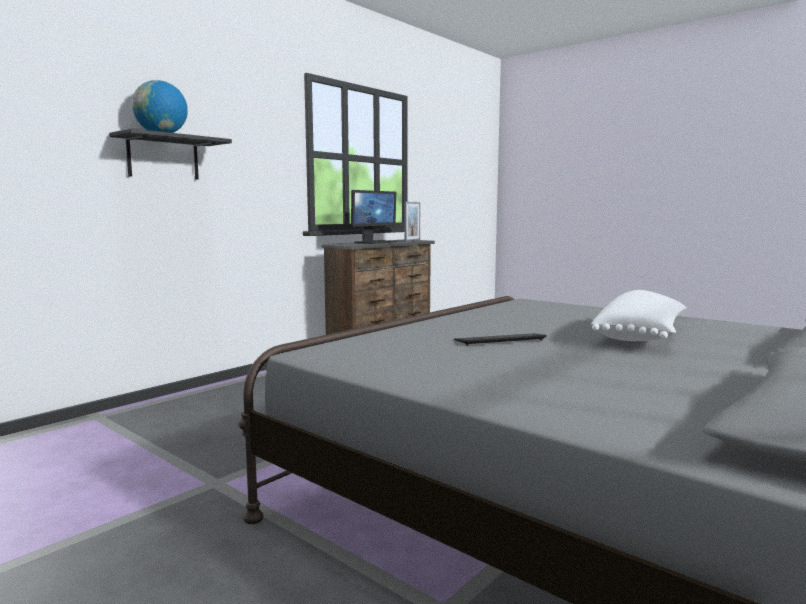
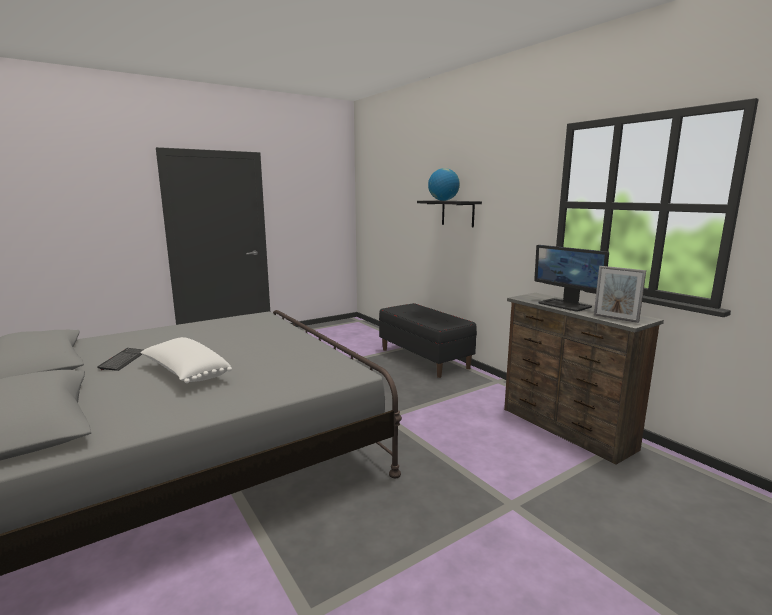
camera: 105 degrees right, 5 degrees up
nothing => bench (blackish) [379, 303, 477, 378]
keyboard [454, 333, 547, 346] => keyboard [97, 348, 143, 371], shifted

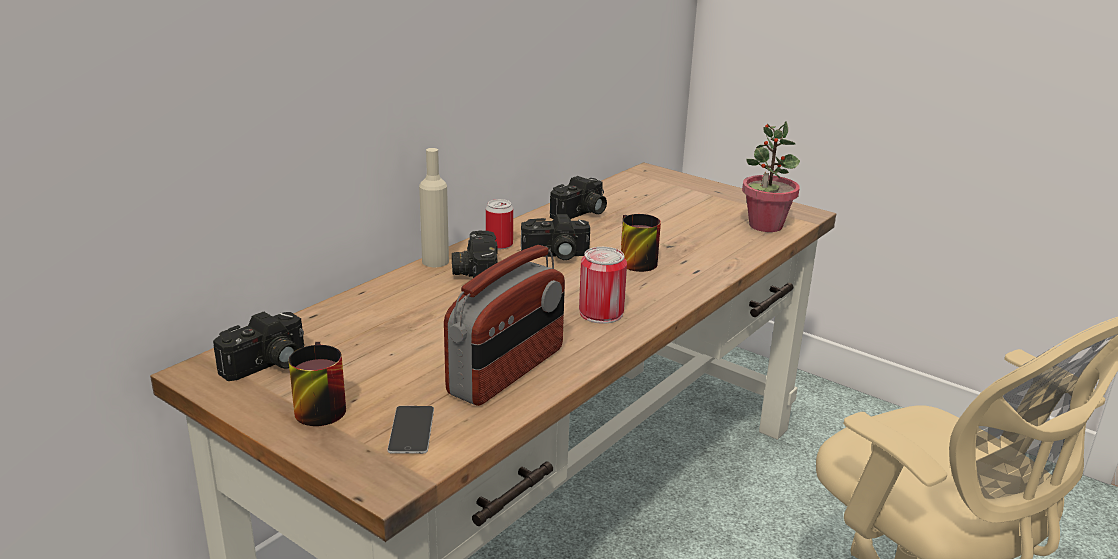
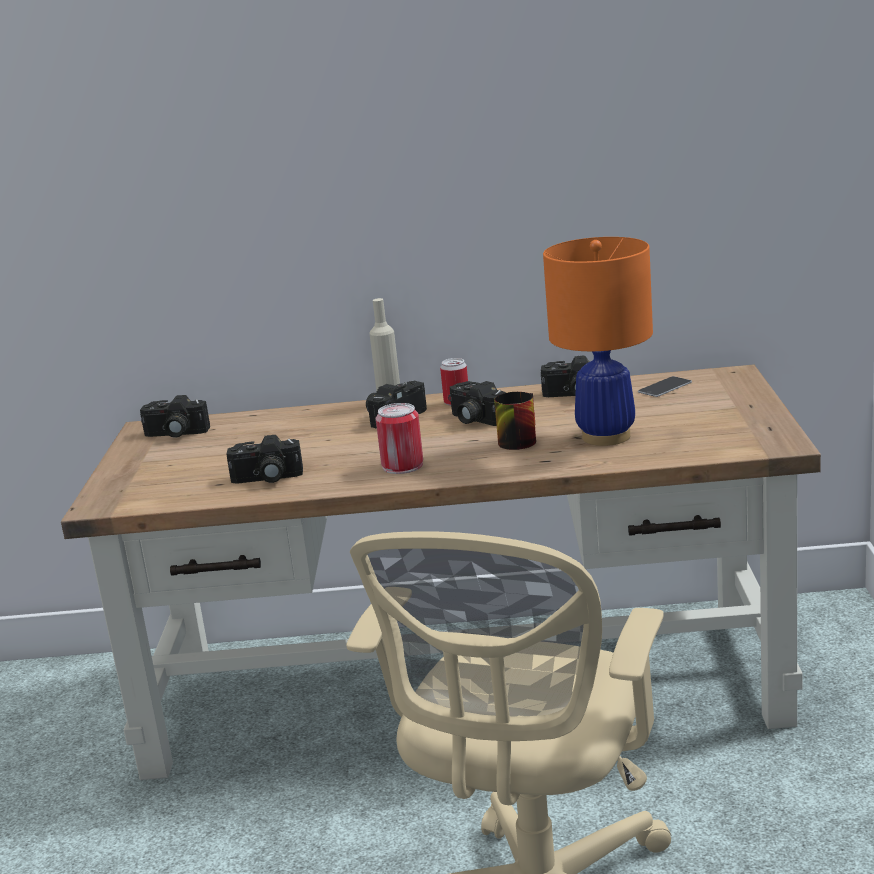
camera: 55 degrees right, 5 degrees down
mug [288, 342, 346, 426] => nothing
plant in a pot [742, 121, 800, 232] => nothing
nothing => lamp for a table (orange-coloured) [543, 237, 653, 446]
telephone [387, 406, 434, 454] => telephone [638, 376, 692, 397], shifted
radio receiver [444, 245, 565, 406] => photo camera [227, 435, 303, 484]

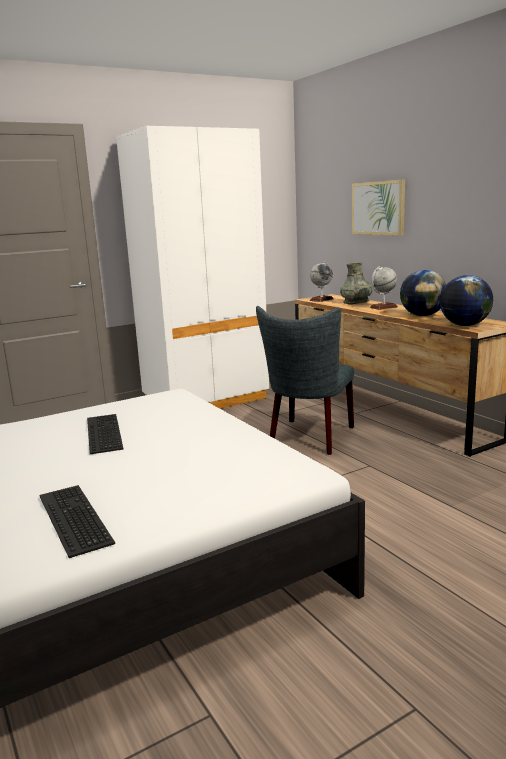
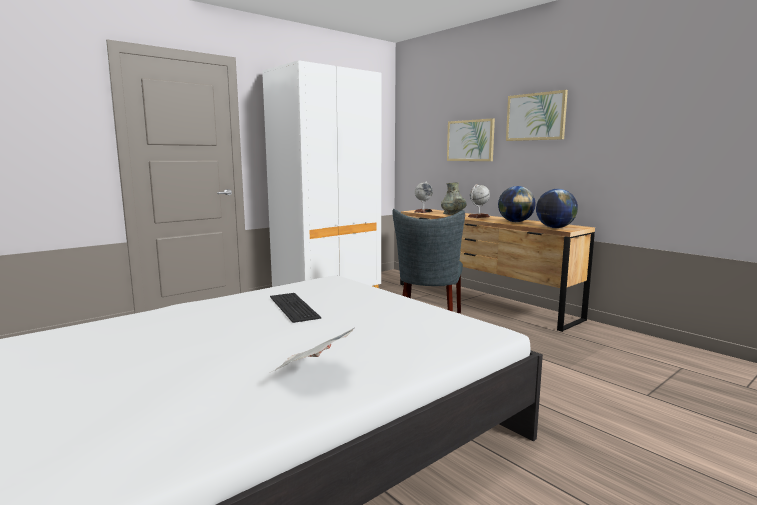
camera: 10 degrees left, 5 degrees down
nothing => wall picture [506, 90, 568, 141]
keyboard [39, 485, 115, 558] => newspaper [274, 328, 354, 371]

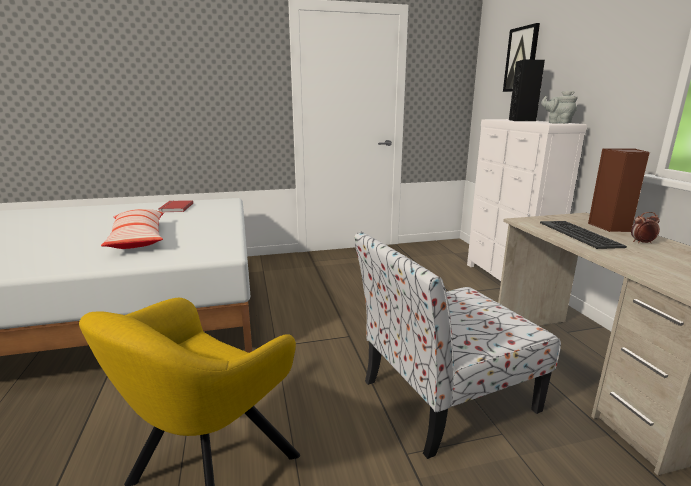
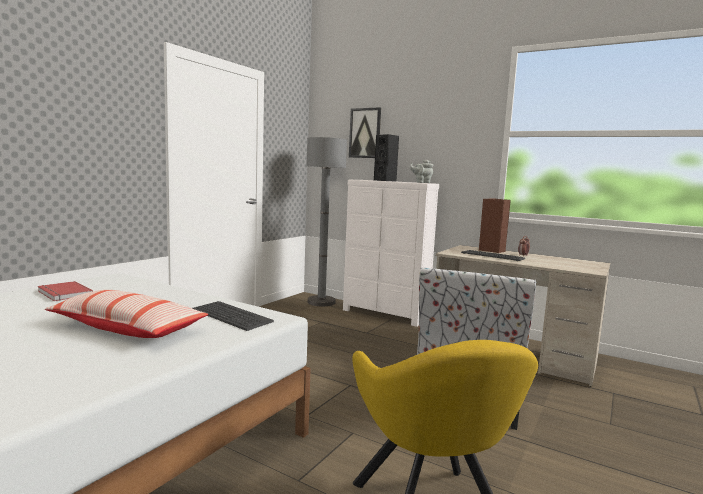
camera: 45 degrees left, 10 degrees down
nothing => keyboard [192, 301, 274, 331]
nothing => standing lamp (grey) [306, 137, 347, 306]

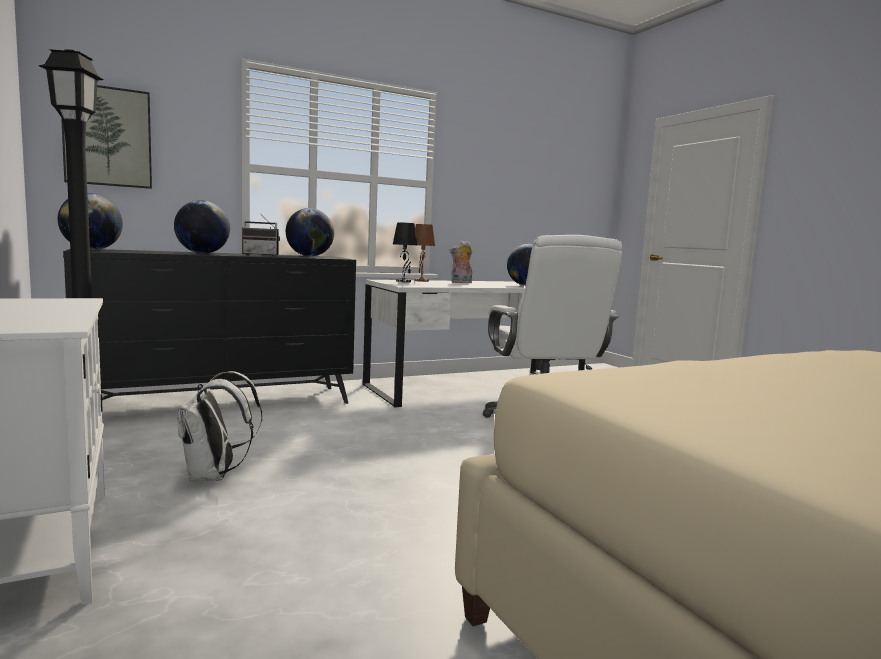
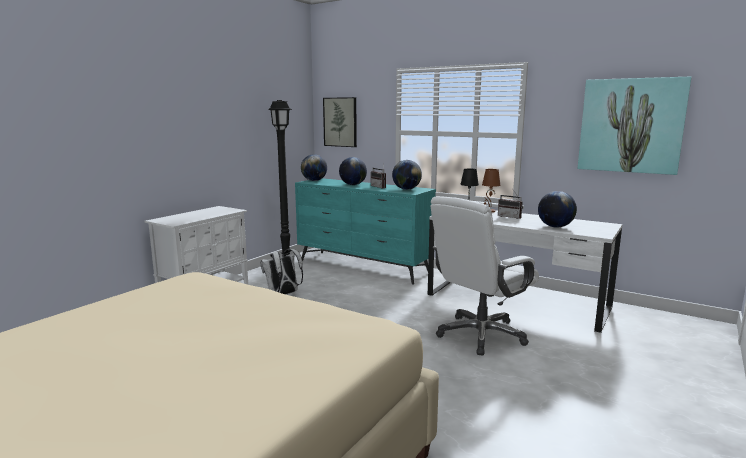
camera: 60 degrees right, 5 degrees up
nothing => wall picture [578, 77, 691, 175]
soft toy [449, 241, 472, 283] => radio receiver [498, 190, 523, 219]
dresser (blackish) [63, 249, 356, 404] => dresser (turquoise) [295, 178, 436, 285]

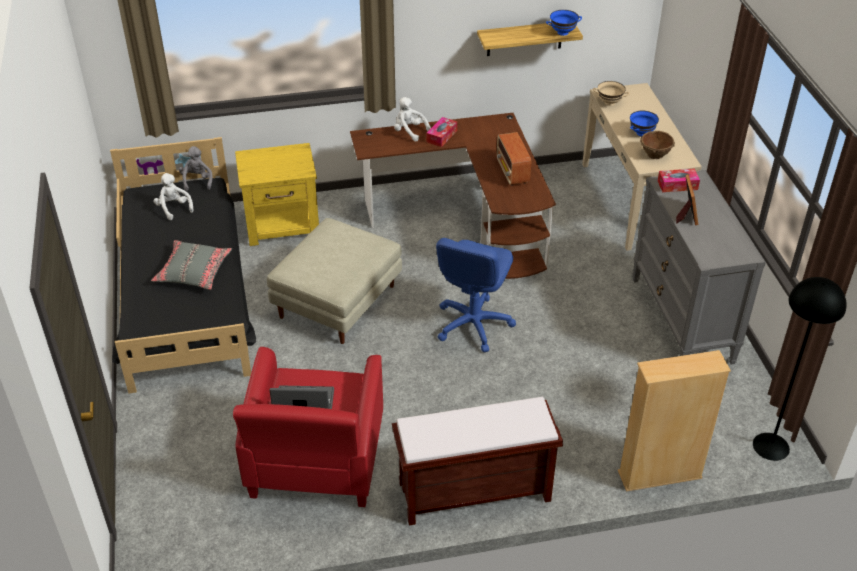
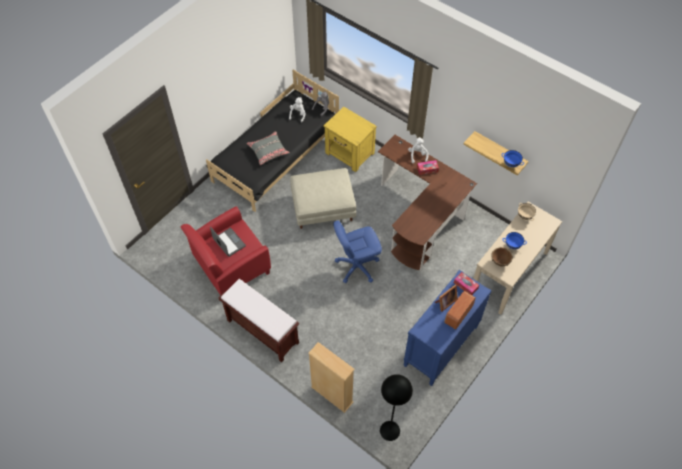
camera: 50 degrees right, 15 degrees up
radio receiver [497, 132, 531, 185] => radio receiver [444, 291, 476, 330], shifted
dresser (grey) [632, 170, 766, 365] => dresser (blue) [403, 270, 492, 386]

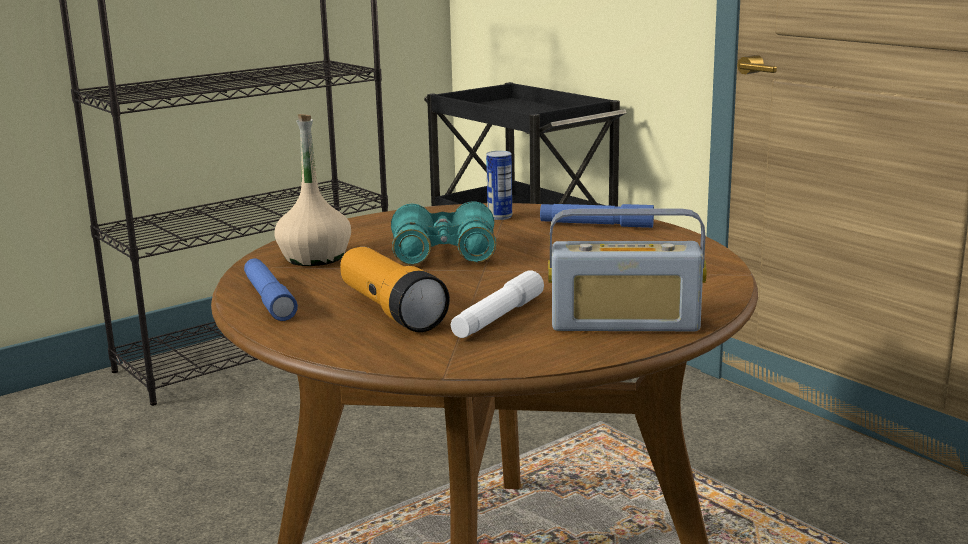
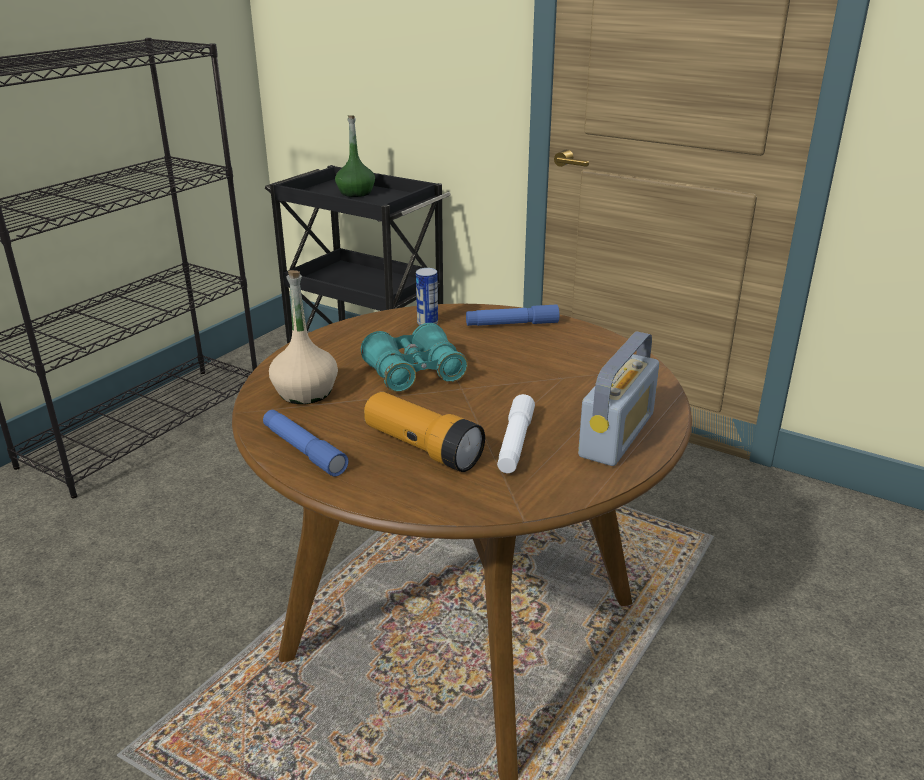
camera: 20 degrees left, 10 degrees up
nothing => bottle (green) [335, 115, 375, 197]
radio receiver [548, 208, 706, 331] => radio receiver [578, 331, 659, 466], 45 degrees counterclockwise

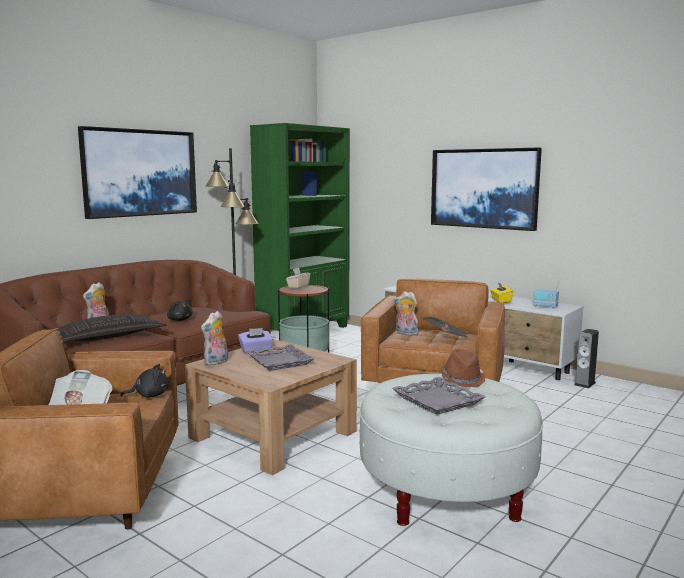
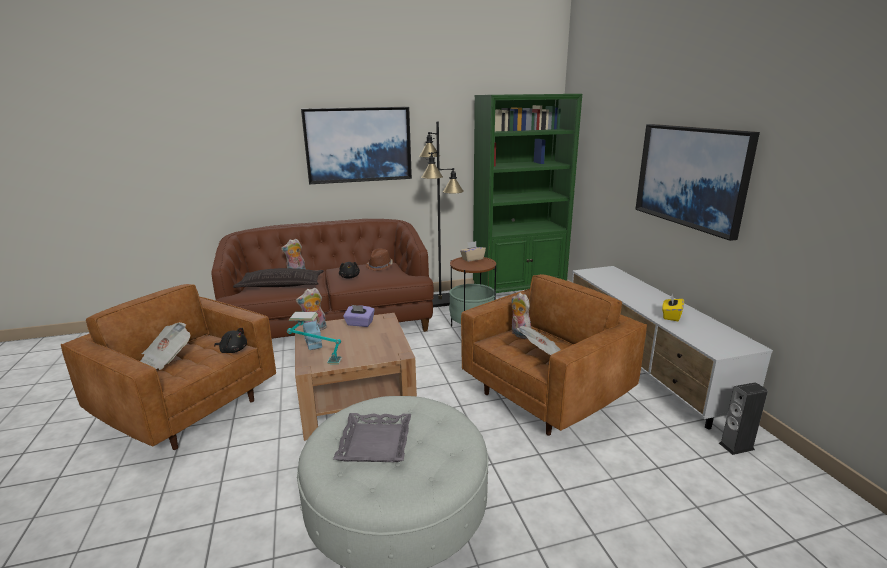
camera: 35 degrees right, 10 degrees up
tray (grey) [246, 344, 315, 371] => nothing
nothing => lamp for a table [287, 312, 342, 364]
clothing hat (brown) [441, 349, 485, 387] => clothing hat (brown) [366, 249, 393, 271], shifted
radio receiver [533, 281, 559, 308] => radio receiver [303, 320, 322, 350], shifted

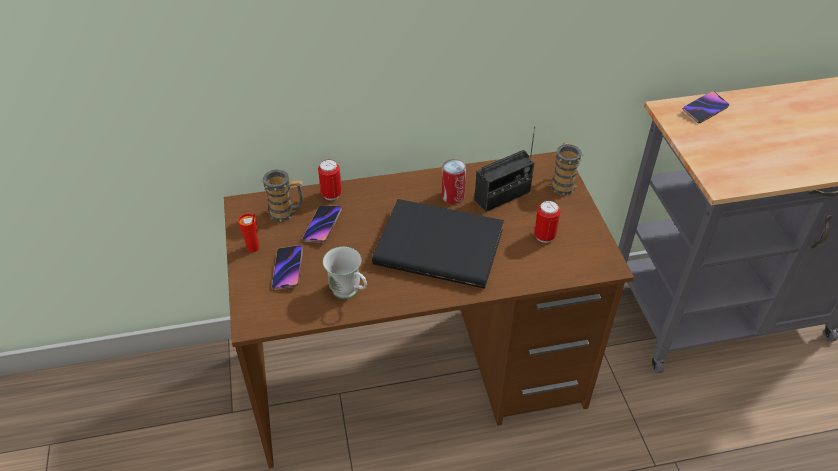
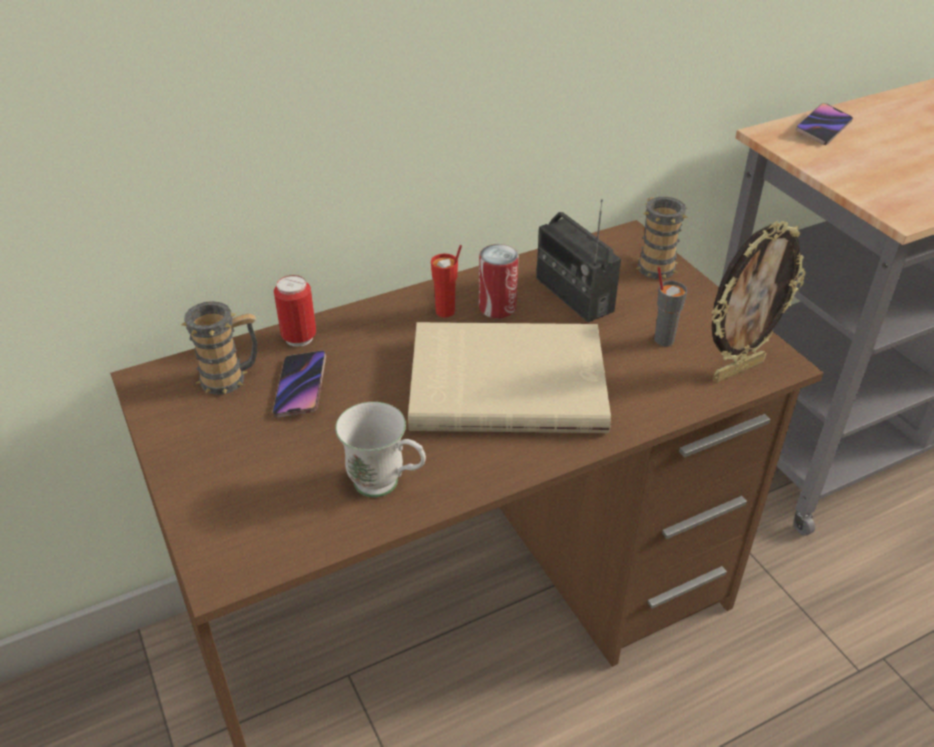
camera: 15 degrees left, 5 degrees down
telephone [272, 245, 303, 290] => nothing
nothing => picture frame [711, 221, 806, 382]
drinking cup (reddish) [238, 213, 259, 252] => drinking cup (reddish) [431, 245, 462, 318], shifted
sealed can [534, 200, 560, 243] => drinking cup (grey) [654, 267, 688, 346]
book (blackish) [372, 199, 504, 289] => book (sand-coloured) [408, 322, 611, 433]
radio receiver [474, 126, 535, 212] => radio receiver [536, 199, 621, 322], 105 degrees clockwise

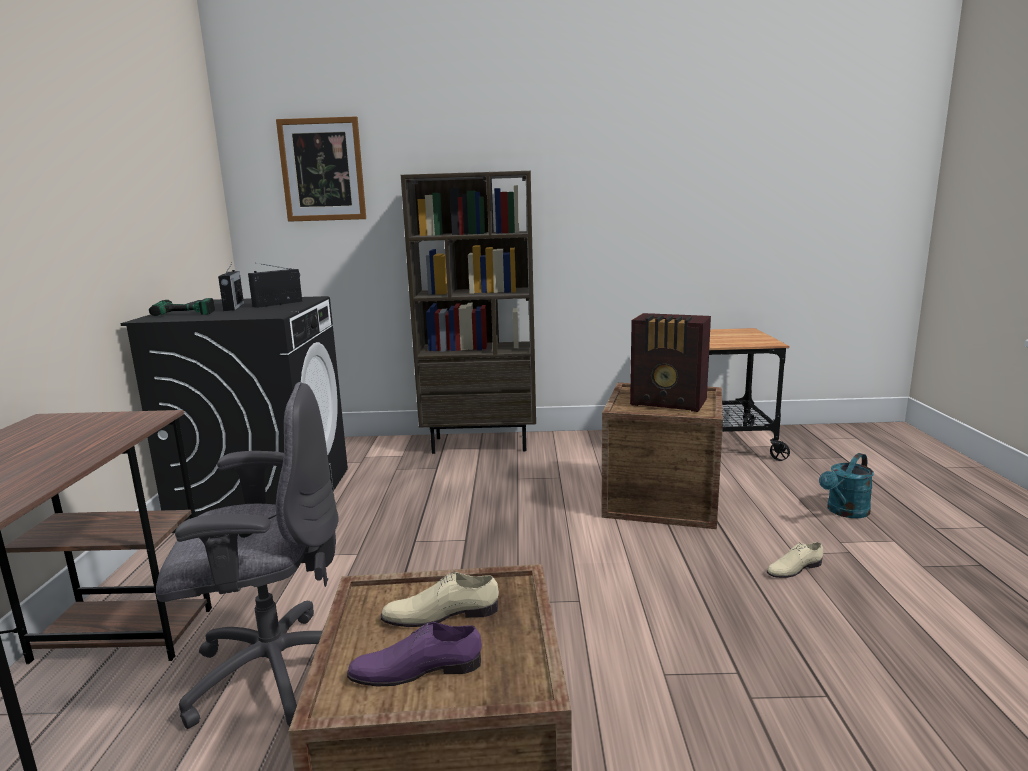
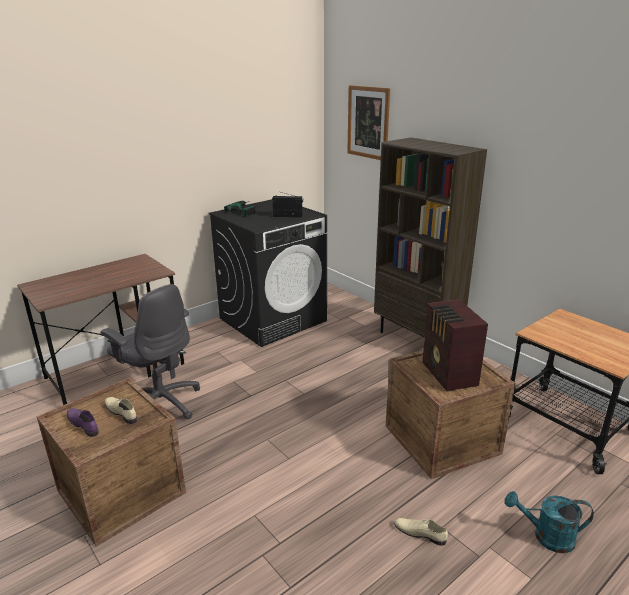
camera: 50 degrees right, 10 degrees up
radio receiver [218, 263, 244, 311] => nothing

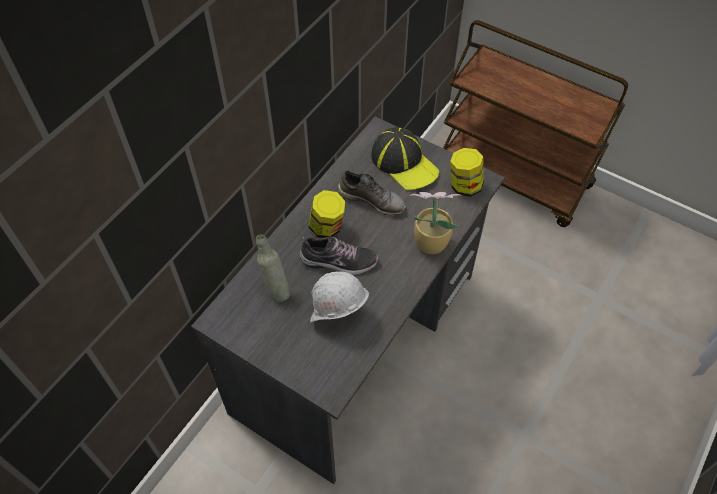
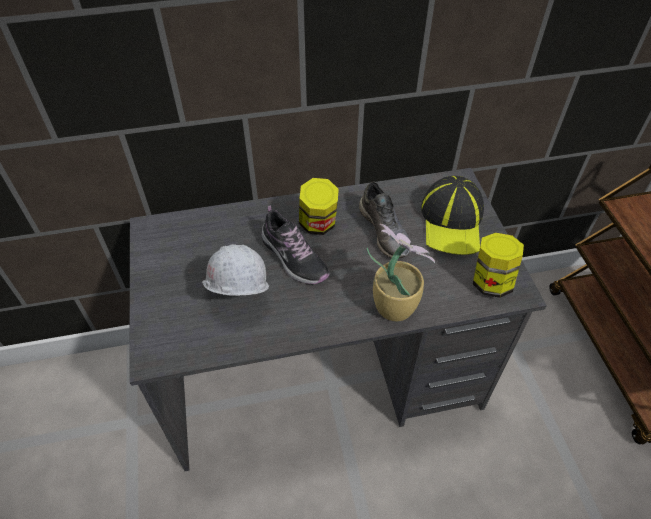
camera: 45 degrees right, 5 degrees down
bottle (grey) [256, 234, 291, 302] => nothing

